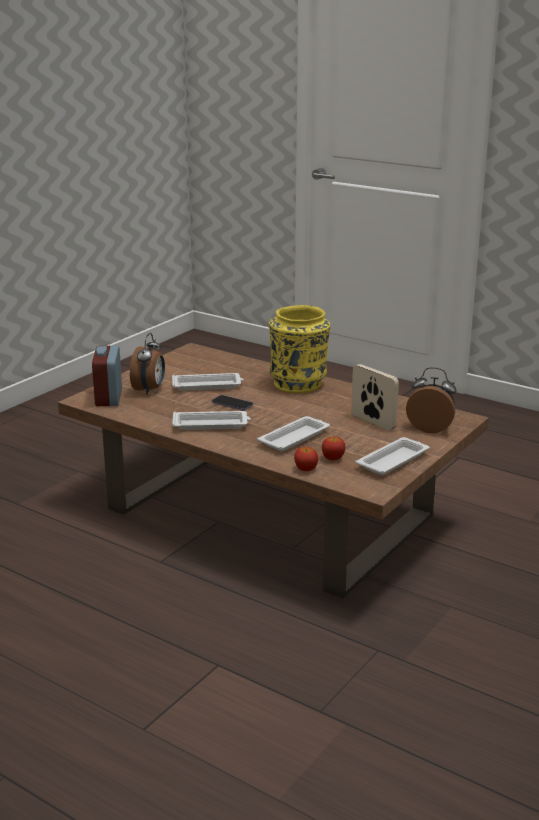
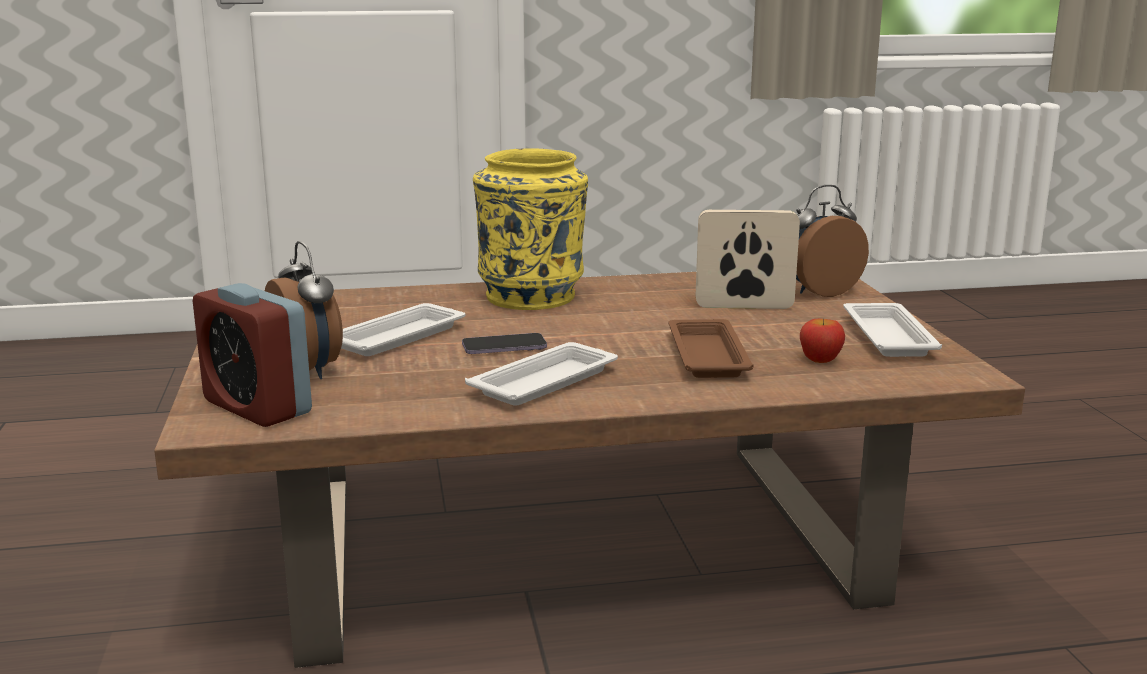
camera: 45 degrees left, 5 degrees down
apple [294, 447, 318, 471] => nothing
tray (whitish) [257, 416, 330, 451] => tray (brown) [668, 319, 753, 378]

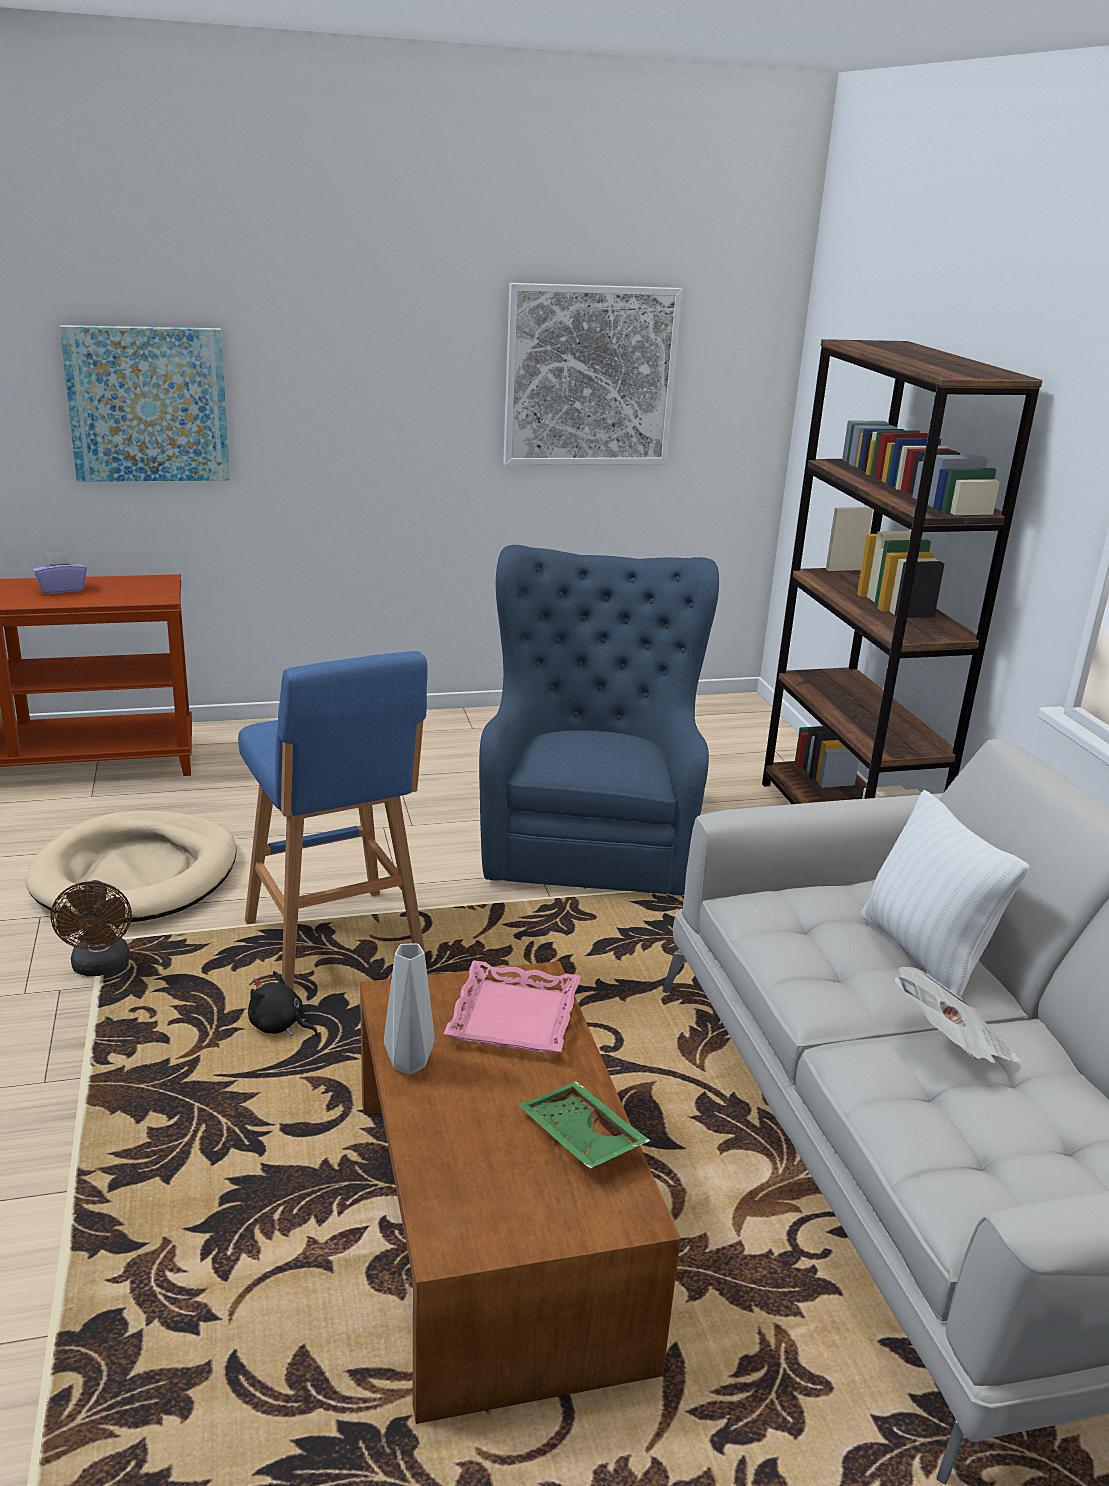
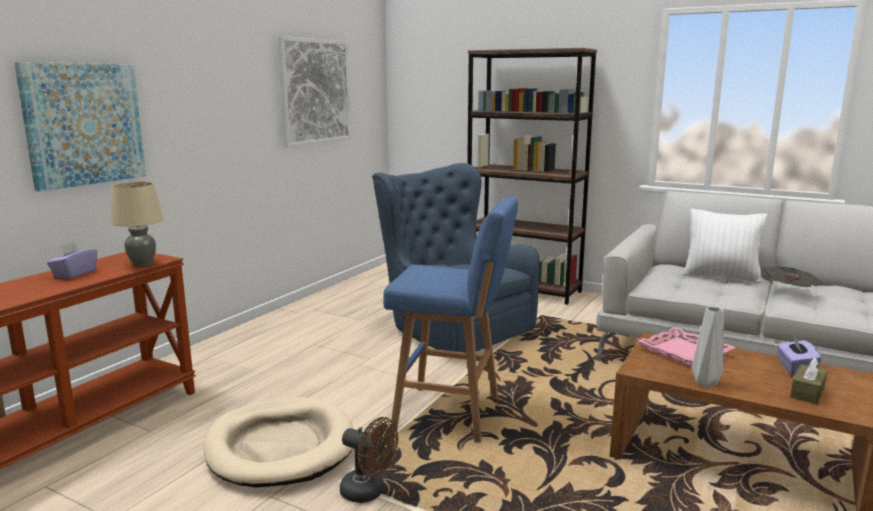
camera: 45 degrees left, 10 degrees down
soft toy (blackish) [248, 971, 318, 1036] => nothing
nothing => lamp for a table (sand-coloured) [110, 182, 164, 267]
nothing => tissue holder (brown) [790, 357, 828, 404]
tray (green) [518, 1081, 650, 1169] => tissue holder (purple-coloured) [777, 335, 822, 376]

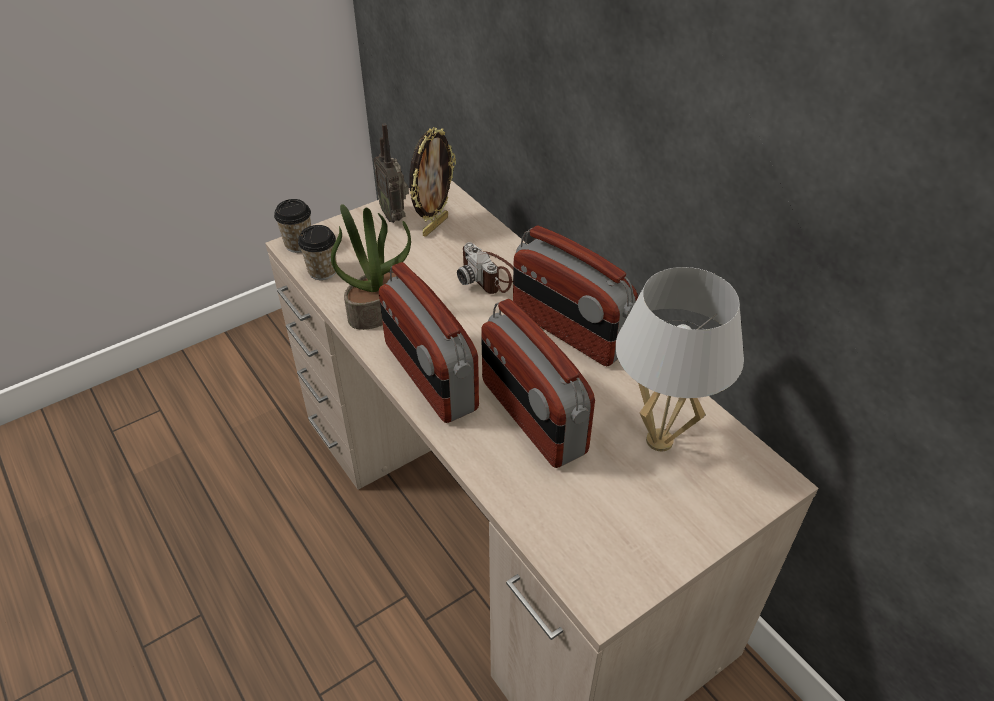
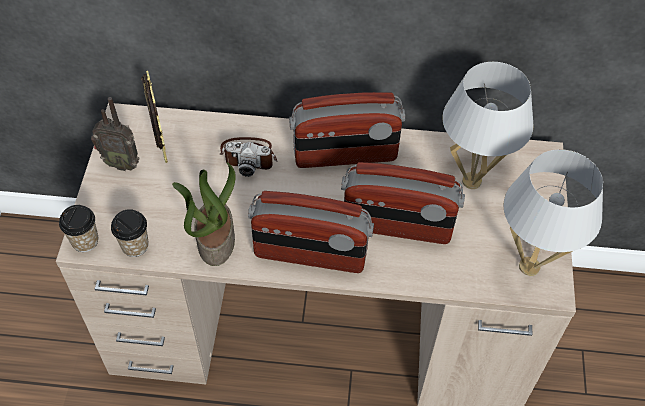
camera: 50 degrees left, 10 degrees up
nothing => lamp for a table (whitish) [503, 149, 603, 276]

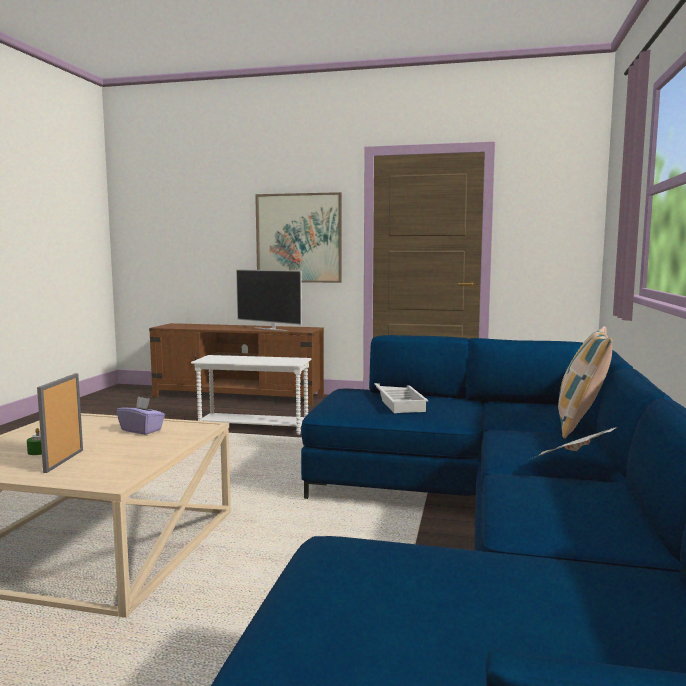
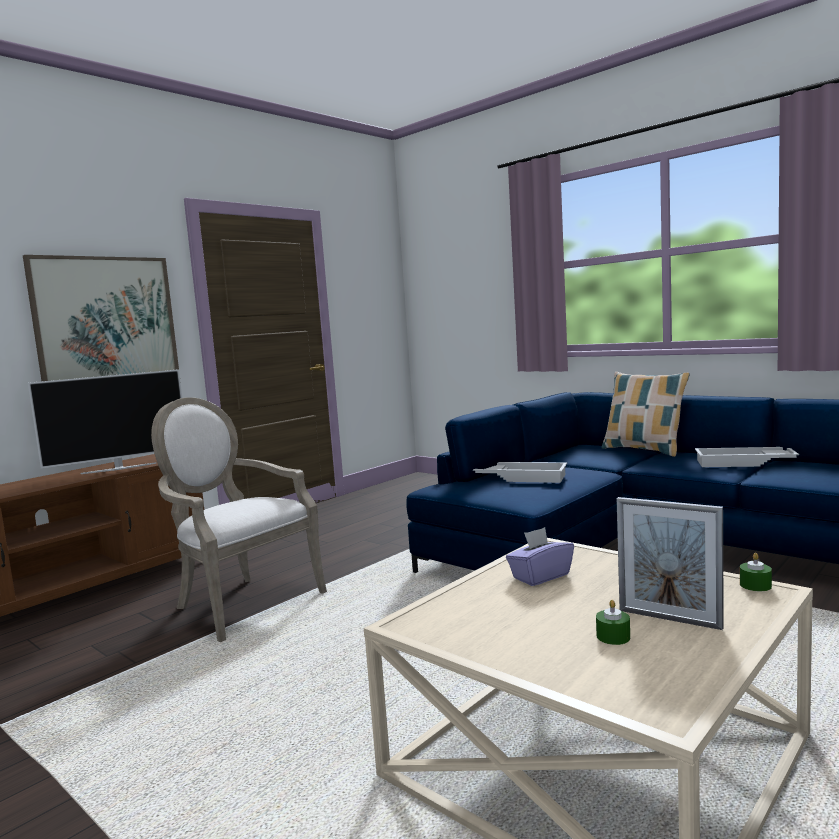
camera: 60 degrees left, 0 degrees up
nothing => candle (green) [740, 553, 772, 591]
end table (whitish) [191, 355, 312, 435] => easy chair [151, 397, 327, 642]
newspaper [530, 427, 617, 459] => tray (whitish) [695, 447, 799, 467]

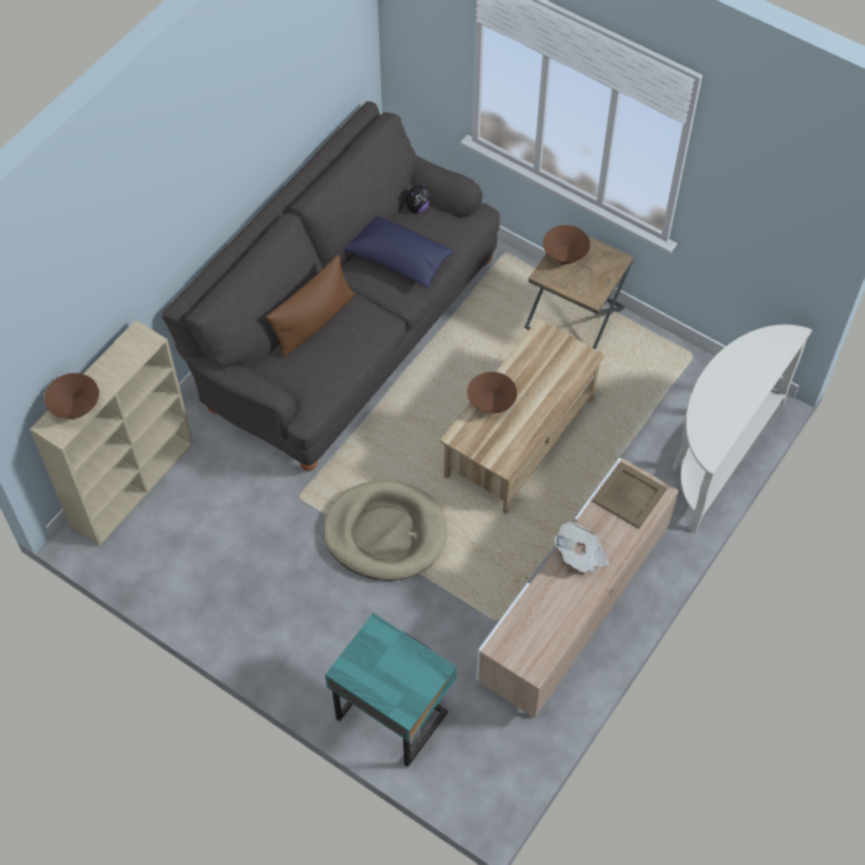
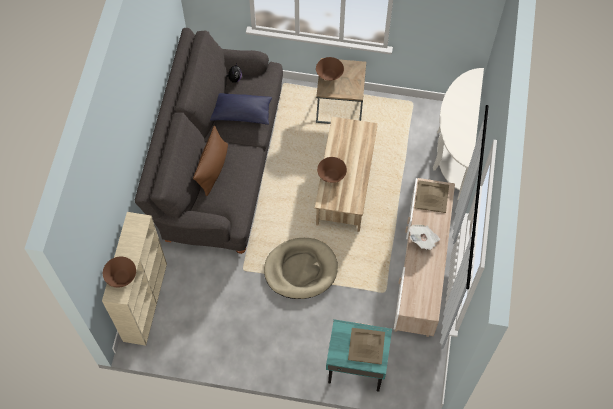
camera: 25 degrees left, 5 degrees up
nothing => tray (sand-coloured) [348, 328, 385, 365]

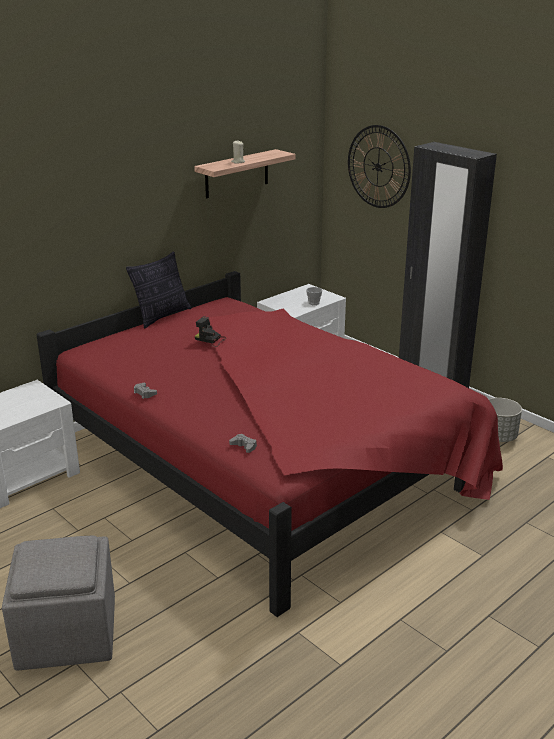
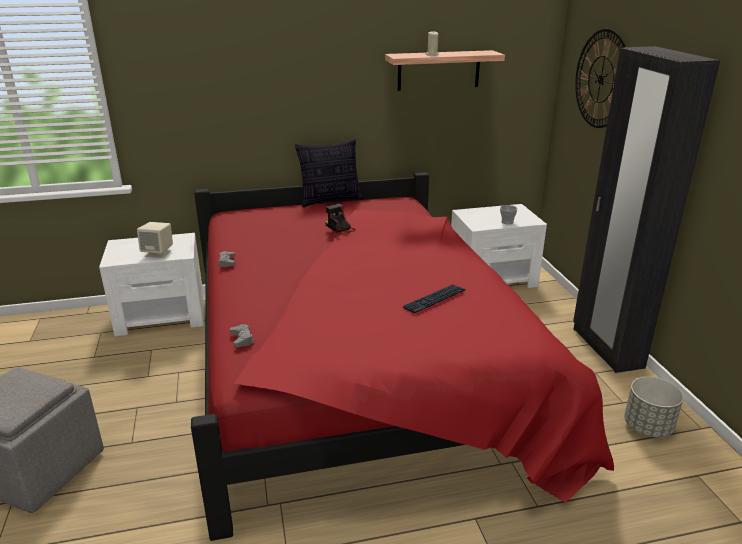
camera: 30 degrees right, 0 degrees up
nothing => loudspeaker (sand-coloured) [137, 222, 173, 258]
nothing => keyboard [403, 284, 466, 313]

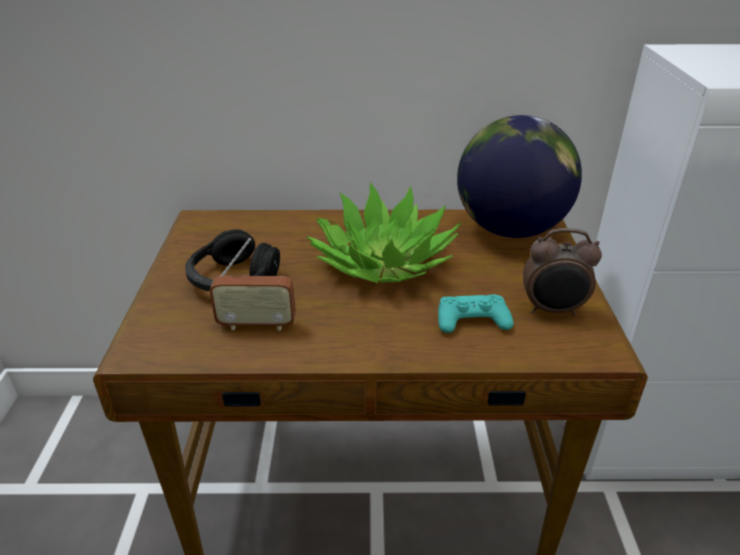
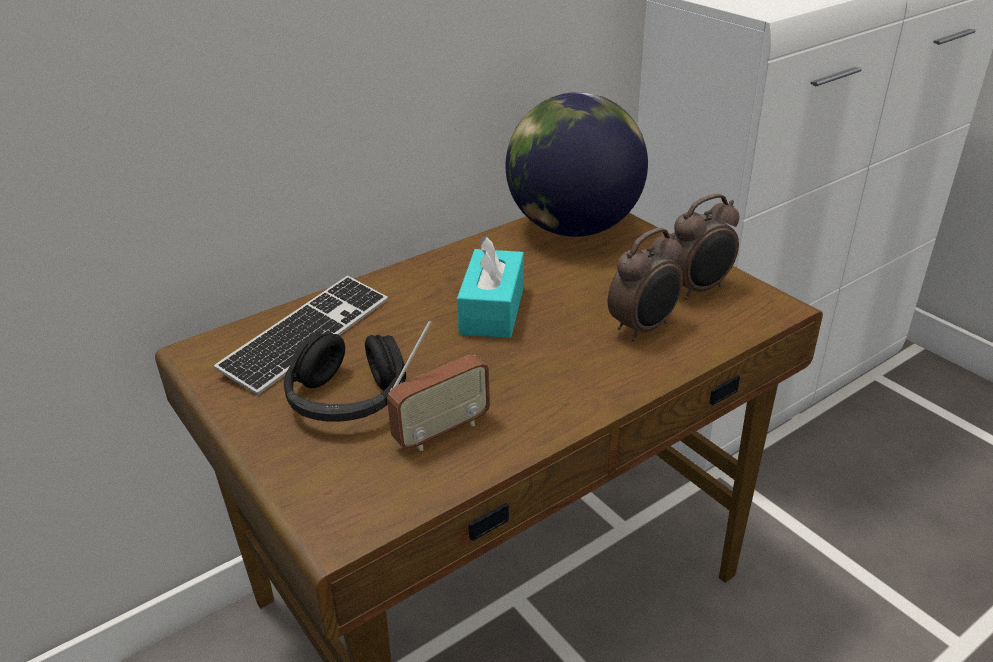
camera: 35 degrees left, 0 degrees up
nothing => keyboard [214, 276, 388, 395]
plant in a pot [306, 182, 462, 283] => tissue holder (turquoise) [457, 236, 524, 338]
joypad (turquoise) [438, 294, 514, 333] => bedside clock [608, 227, 683, 341]

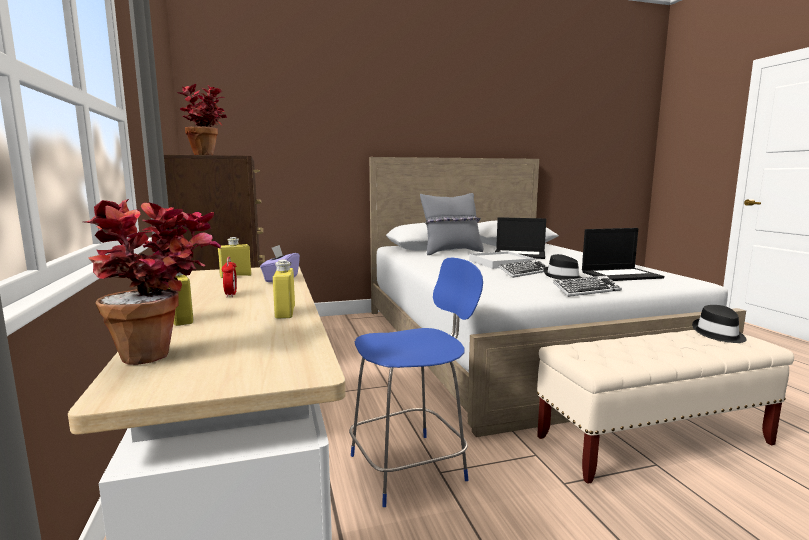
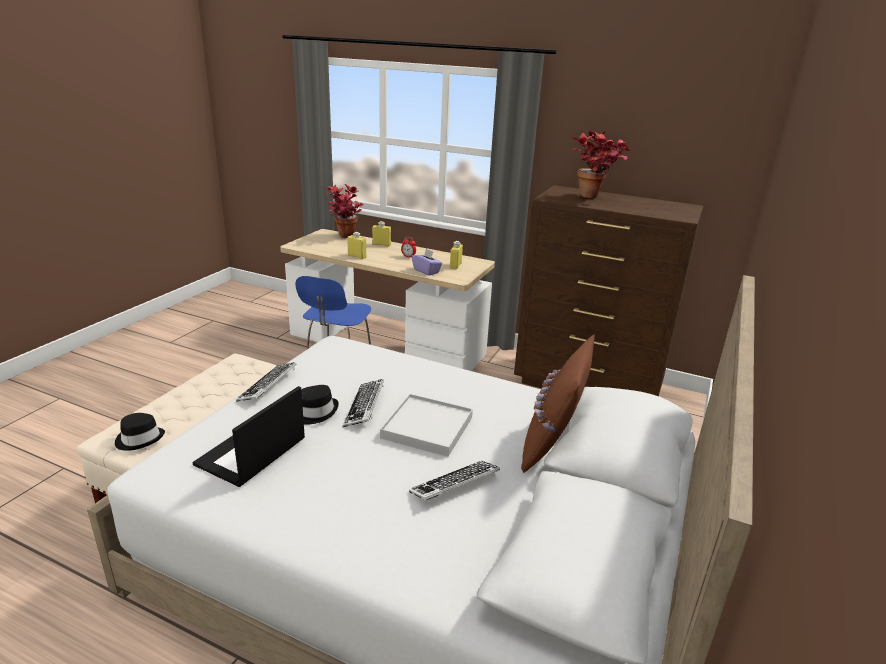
camera: 130 degrees right, 15 degrees up
laptop [495, 217, 546, 259] => keyboard [409, 461, 500, 501]
pillow (grey) [420, 193, 483, 255] => pillow (brown) [521, 335, 595, 473]

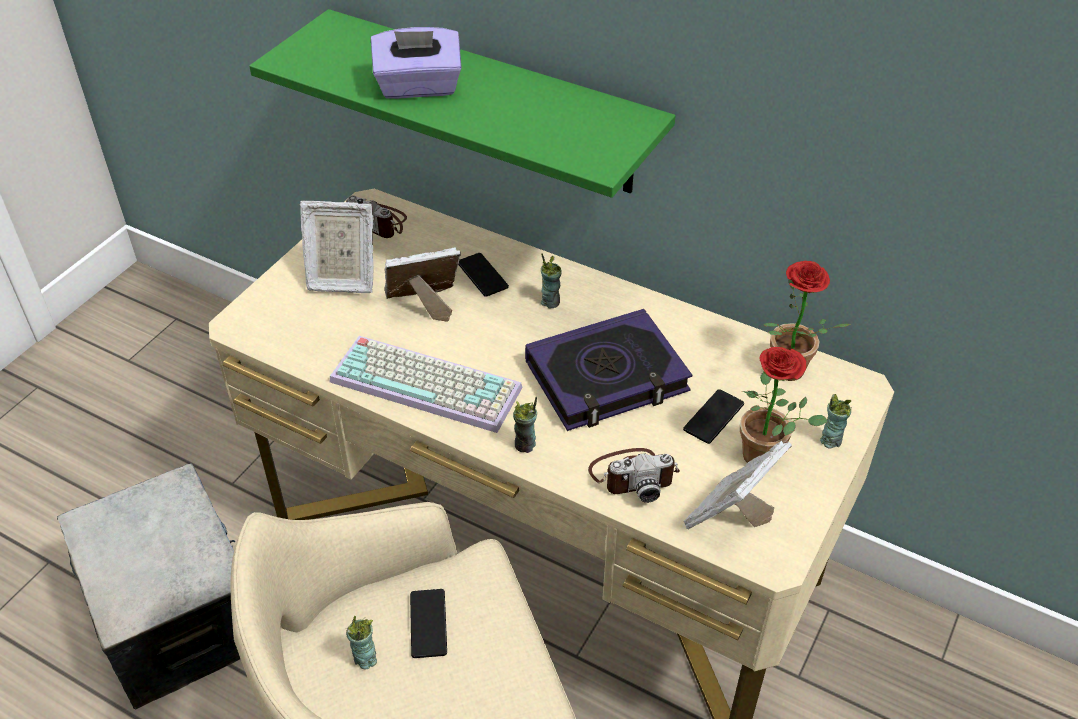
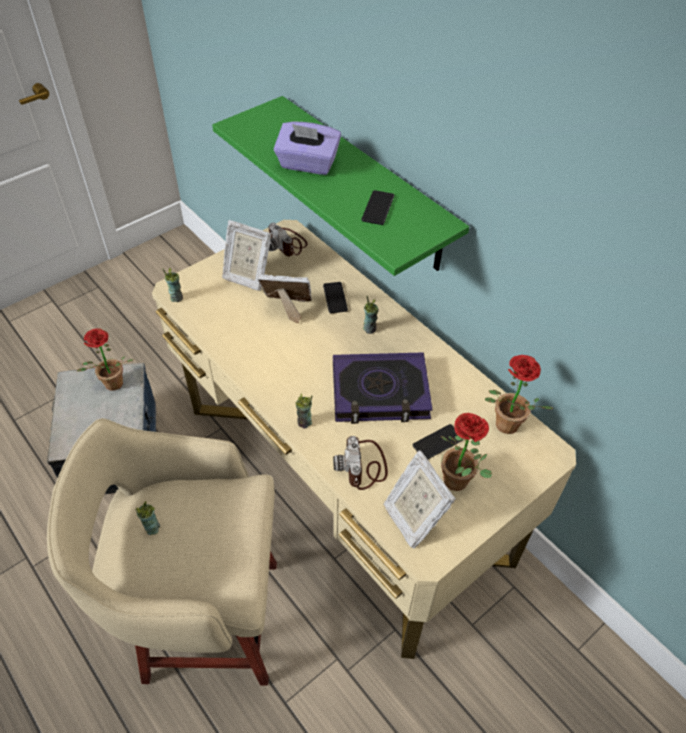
camera: 20 degrees right, 5 degrees up
keyboard [330, 336, 523, 433] => nothing
nothing => plant in a pot [77, 328, 134, 391]
telephone [410, 589, 447, 658] => telephone [361, 190, 394, 225], shifted
drinking cup [820, 394, 851, 449] => drinking cup [163, 268, 183, 302], shifted
photo camera [588, 448, 680, 503] => photo camera [333, 436, 388, 490], 75 degrees clockwise
picture frame [684, 441, 792, 529] => picture frame [383, 450, 456, 549], 90 degrees counterclockwise

